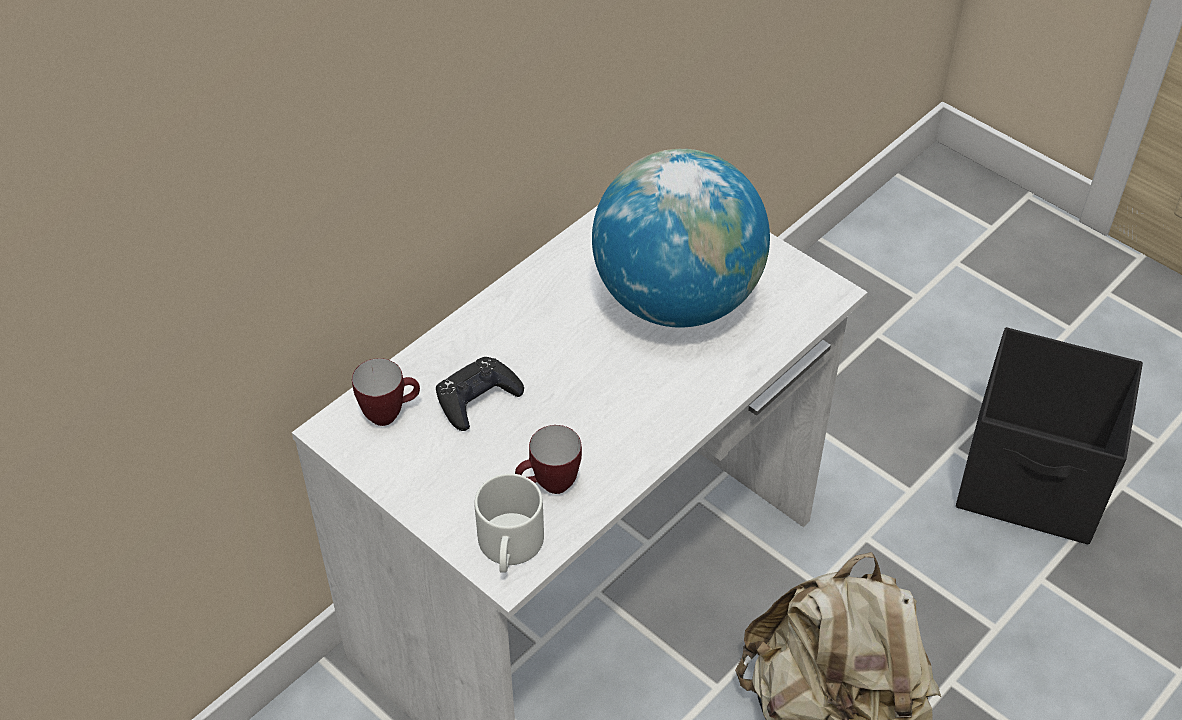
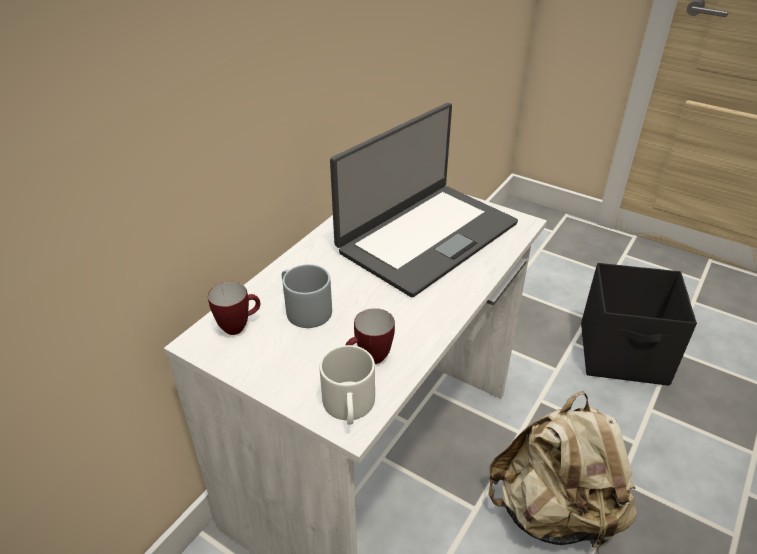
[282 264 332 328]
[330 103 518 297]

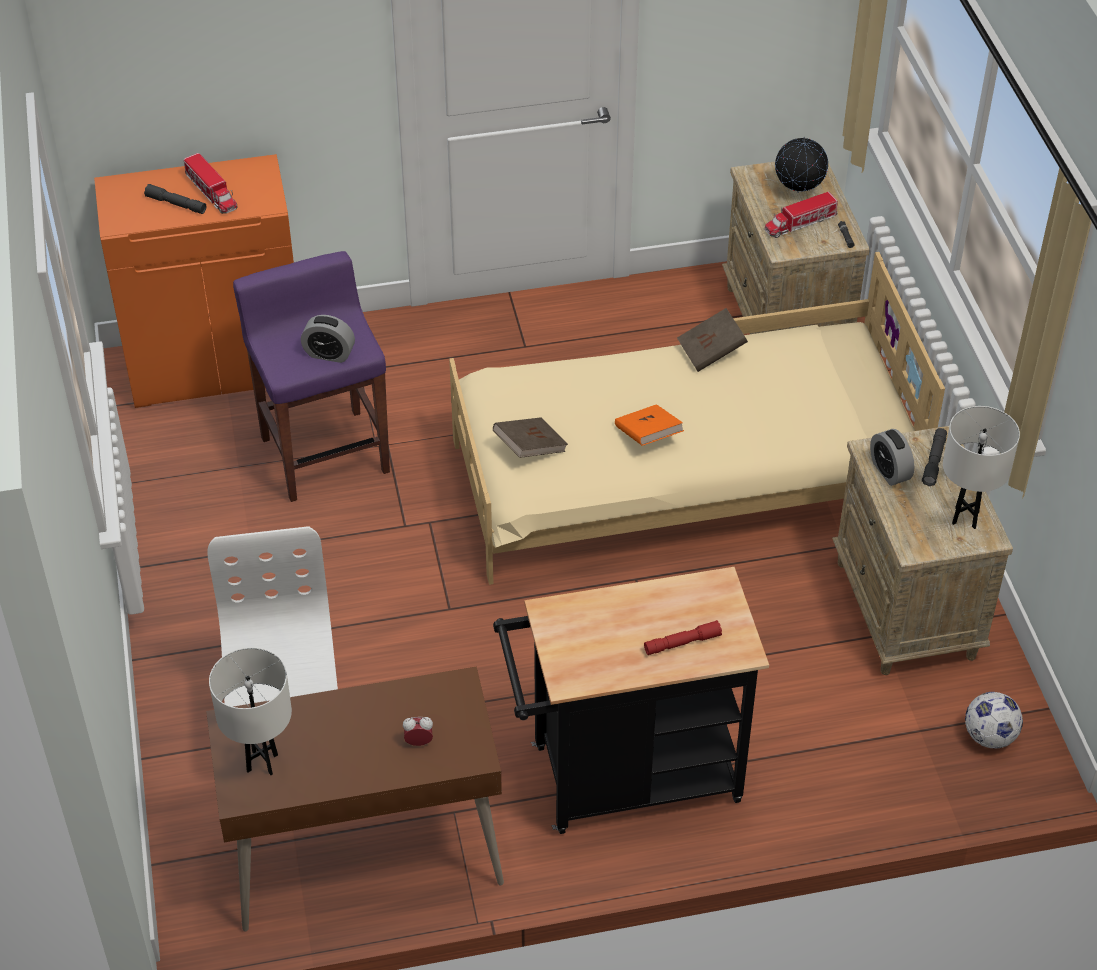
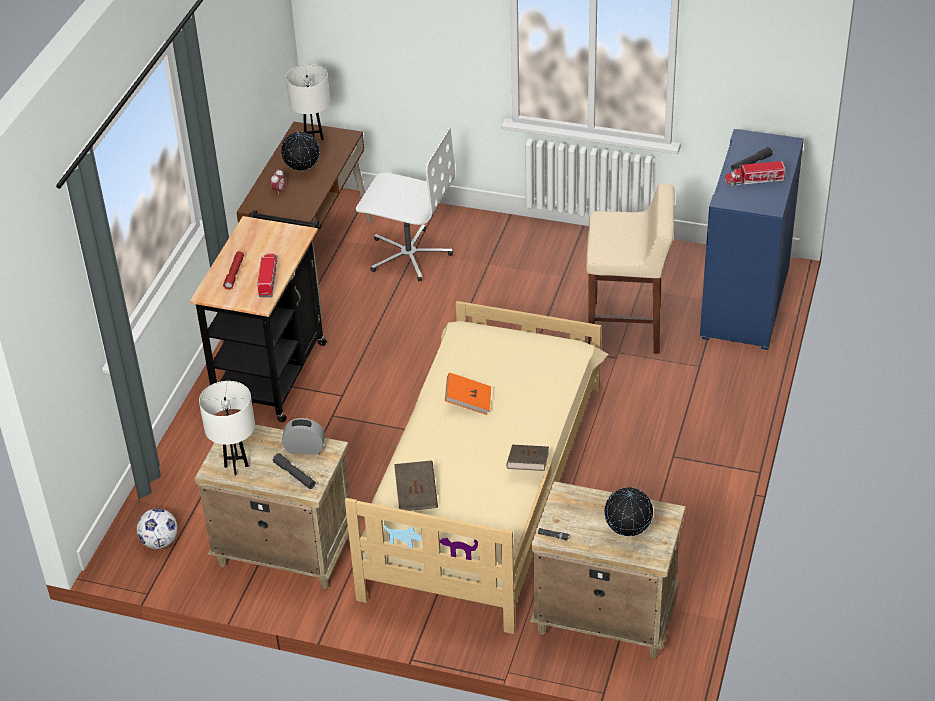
[301 315 355 363] (first image)
[281 131 320 171]
[394 461 438 511]
[257 254 277 298]
[700 129 804 350]
[586 183 675 354]

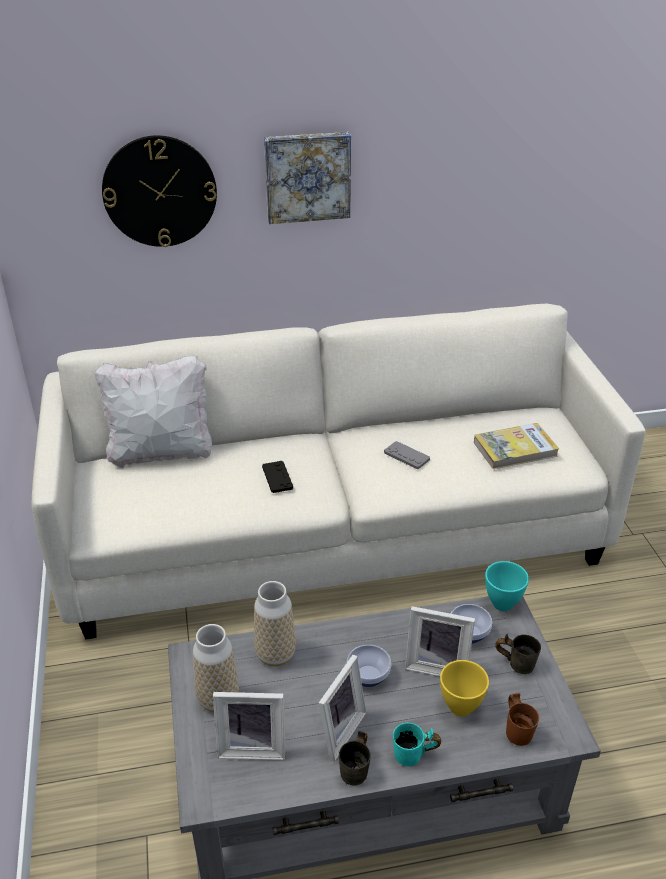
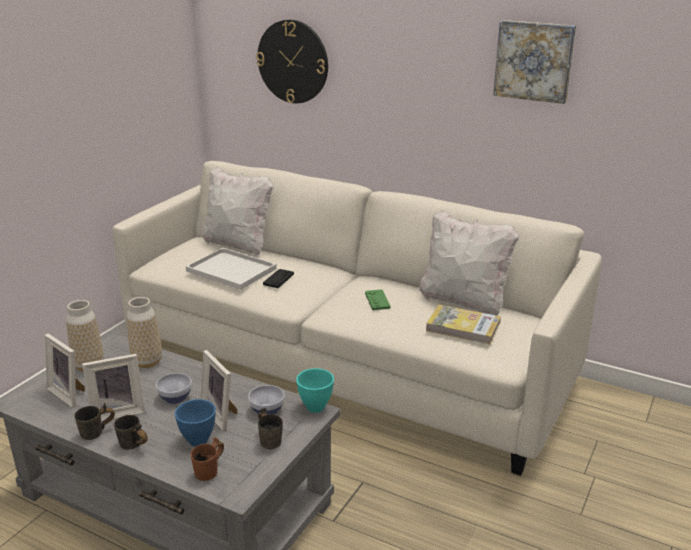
[186 248 277 290]
[419 210 519 316]
[493 20 576 104]
[365 289 390 310]
[114 415 148 450]
[175 399 216 447]

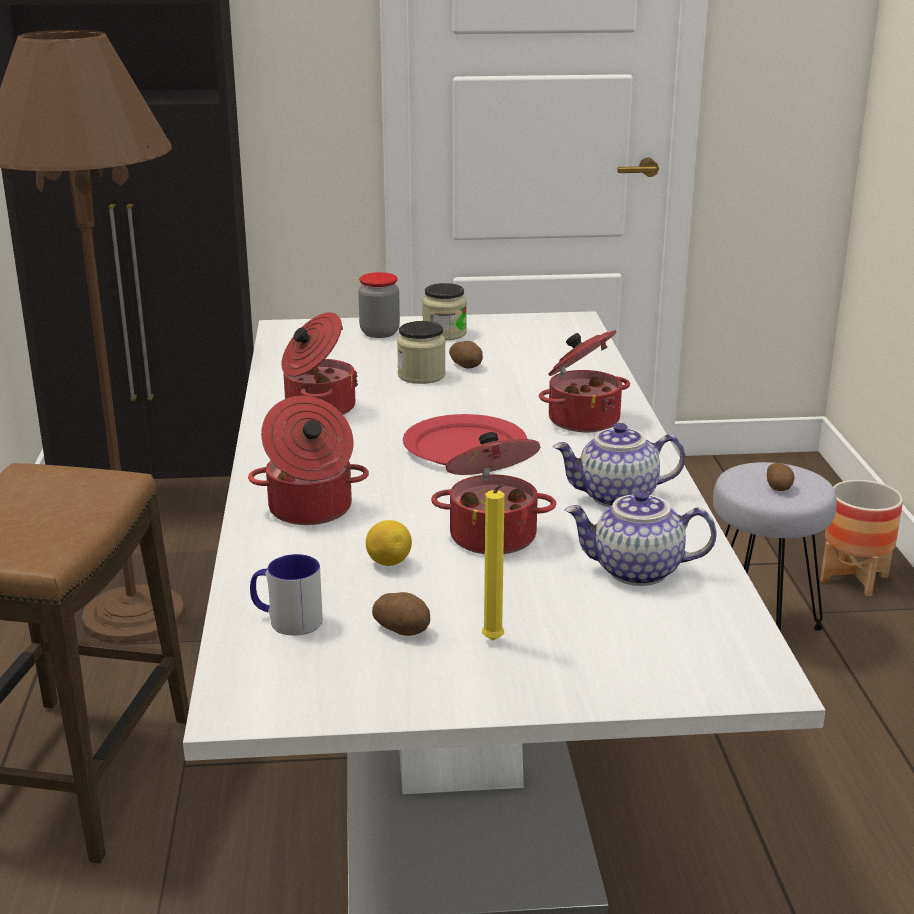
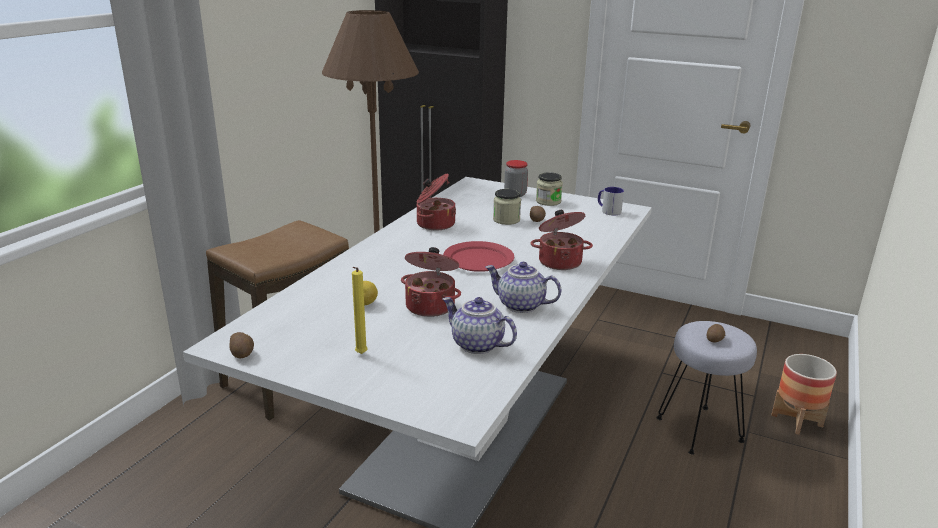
[248 396 369 525] (first image)
[598 187 624 216]
[229 332 254 358]

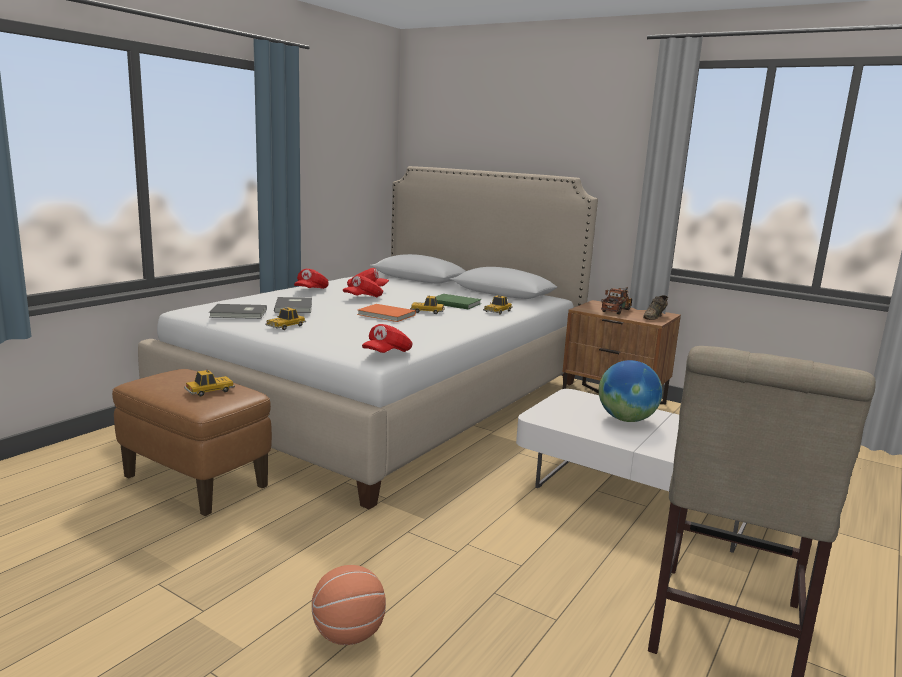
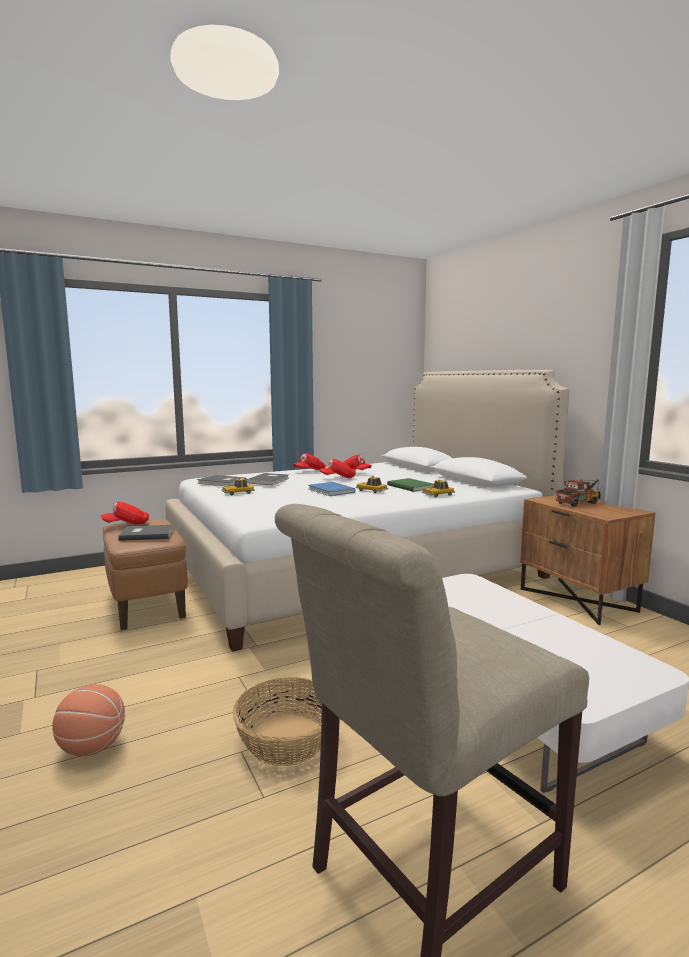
[599 360 662 422] (first image)
[643 295 668 320] (first image)
[233 677 322 766]
[101 502 149 525]
[118 525 174 541]
[309 482 356 496]

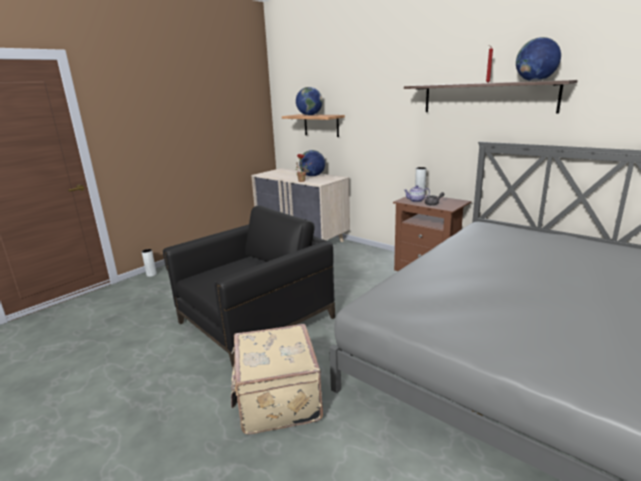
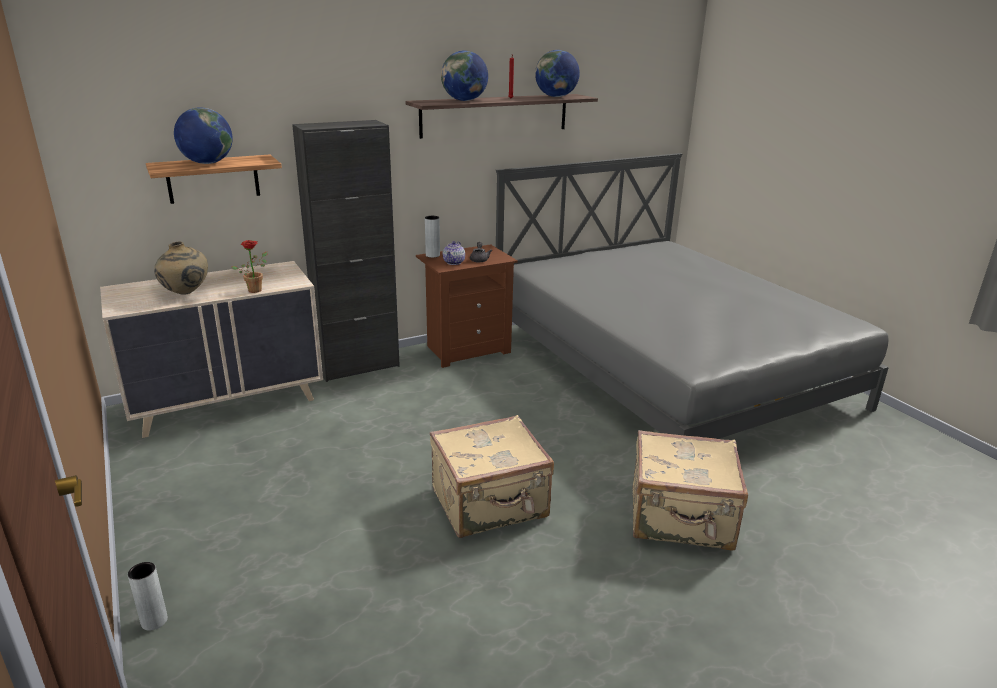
[154 241 208 295]
[292 120 400 382]
[441 51 488 101]
[430 415 554 538]

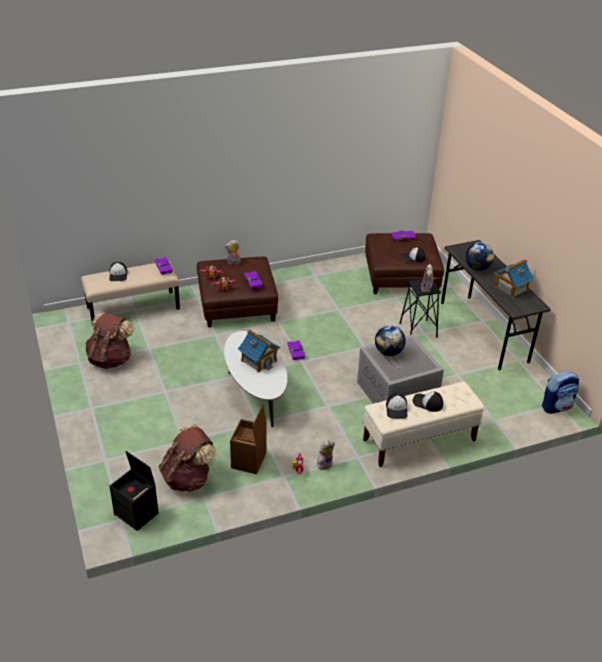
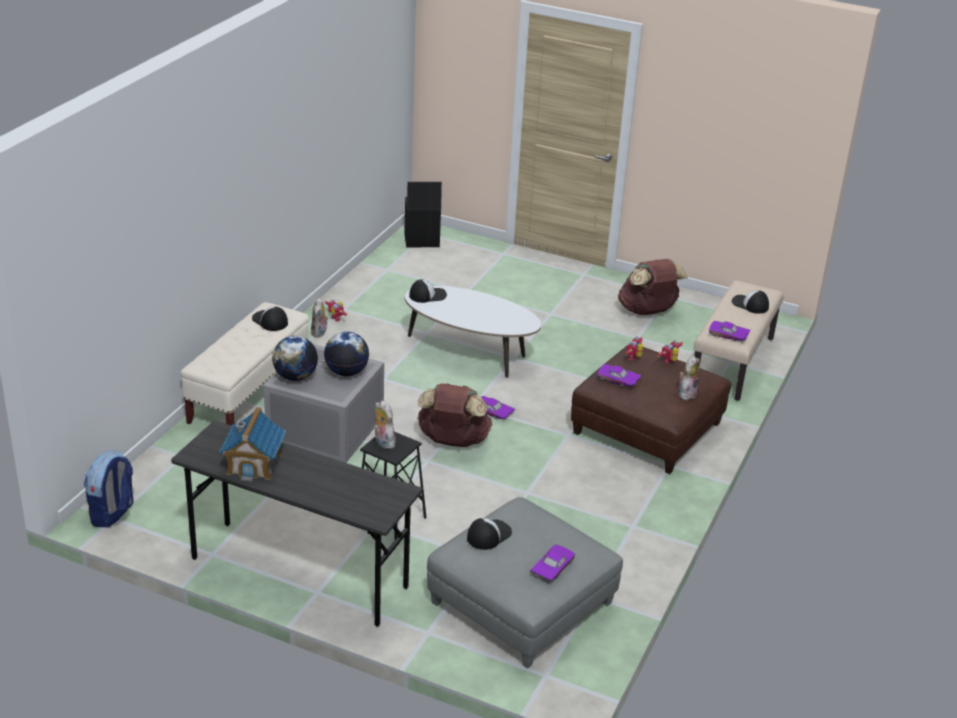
[230 405 267 474] (first image)
[238 330 280 373] (first image)
[417 383 492 447]
[409 279 447 303]
[272 336 318 381]
[427 497 623 669]

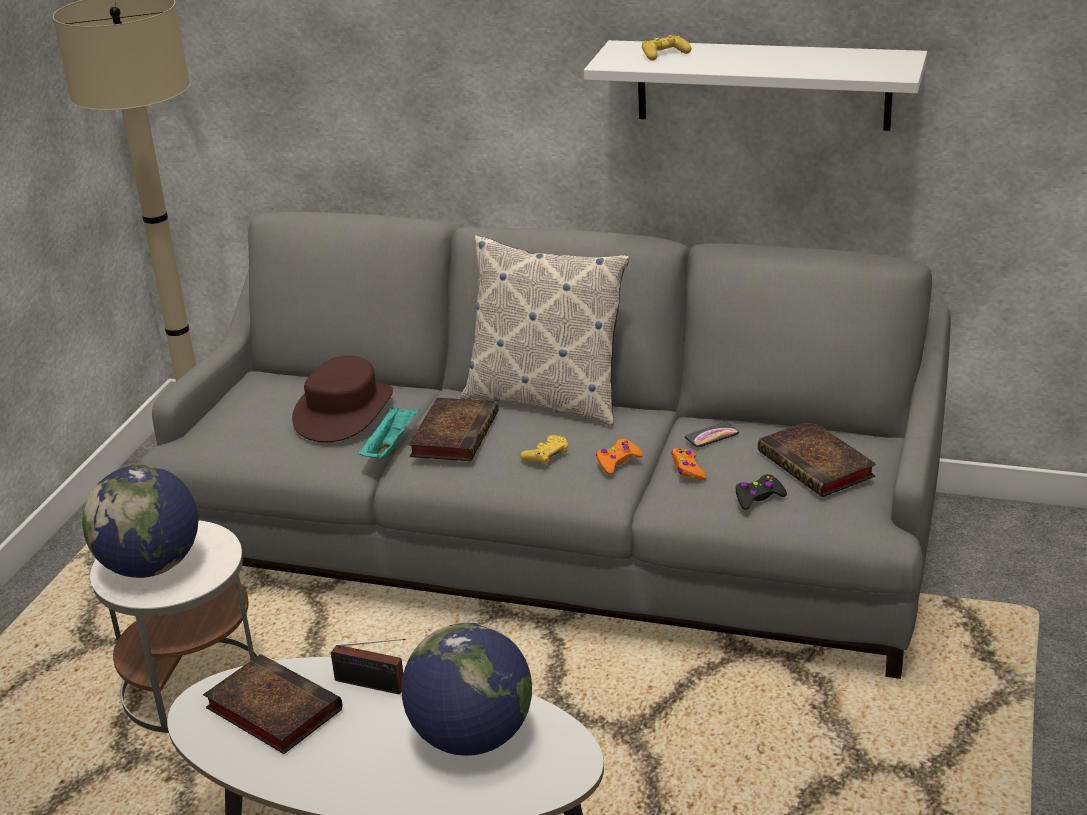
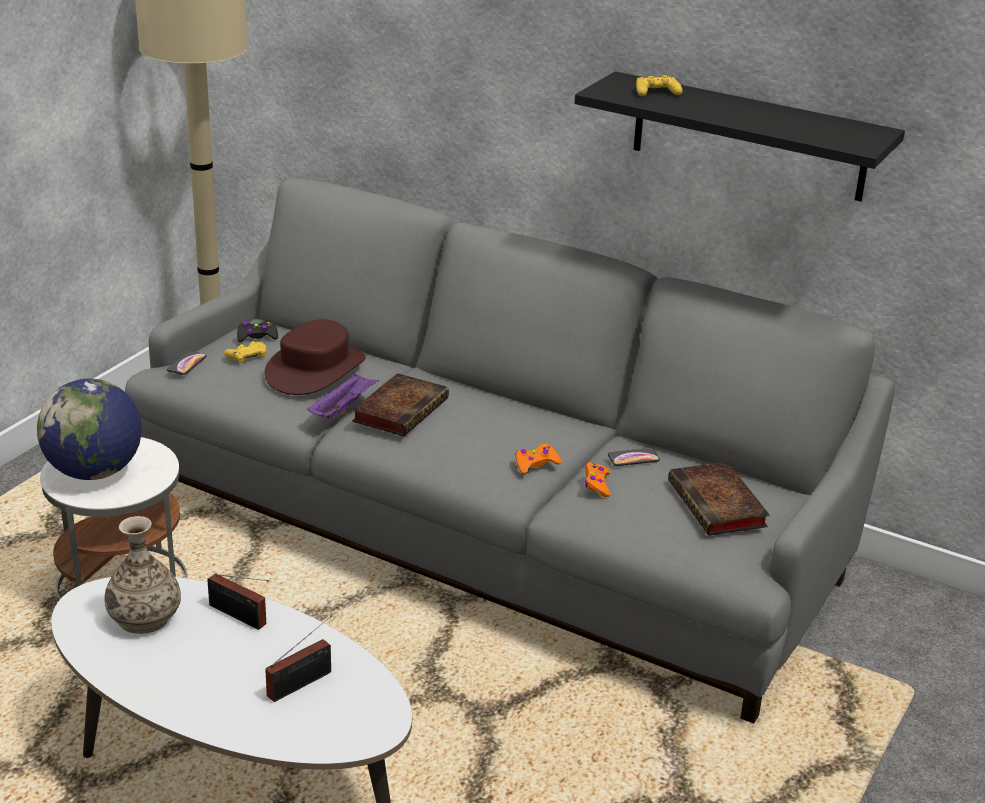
[461 235 630 426] (first image)
[167 351 207 375]
[224 341 267 364]
[237 321 278 342]
[104 516 181 634]
[265 615 332 702]
[307 373 379 419]
[575 71 905 201]

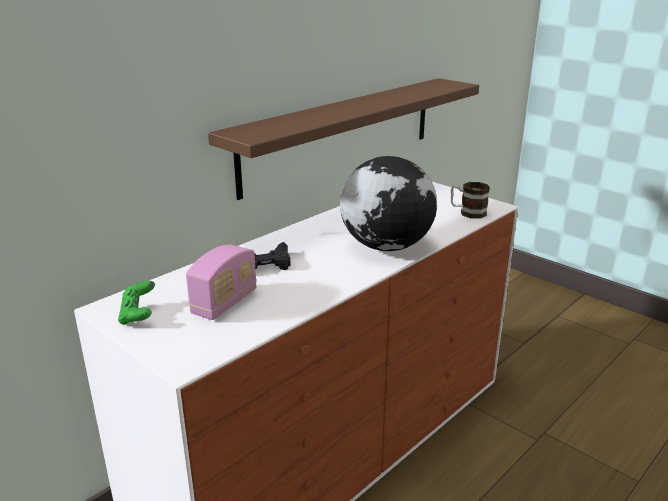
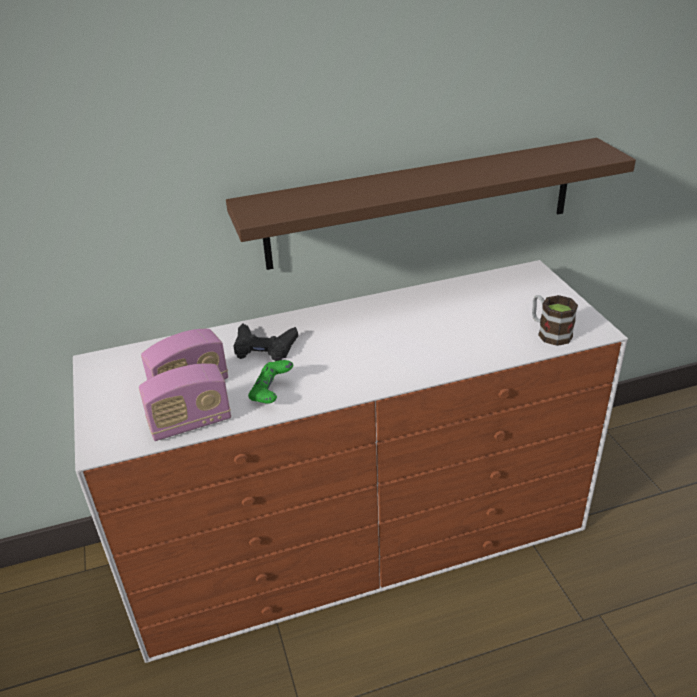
[340 156 437 251] (first image)
[139 363 231 441]
[248 360 293 403]

